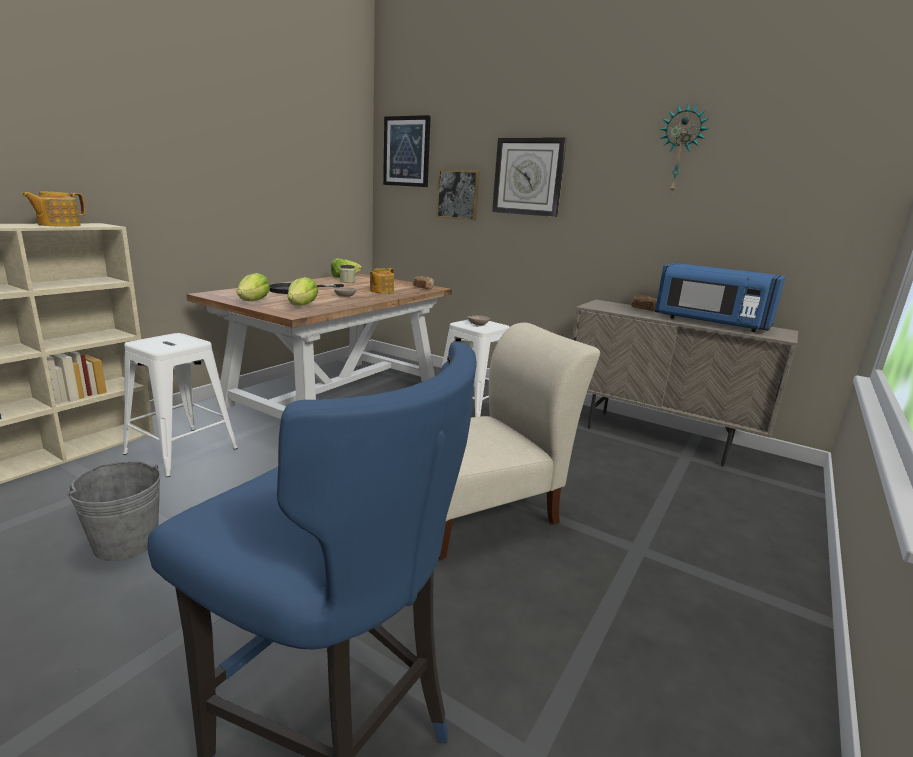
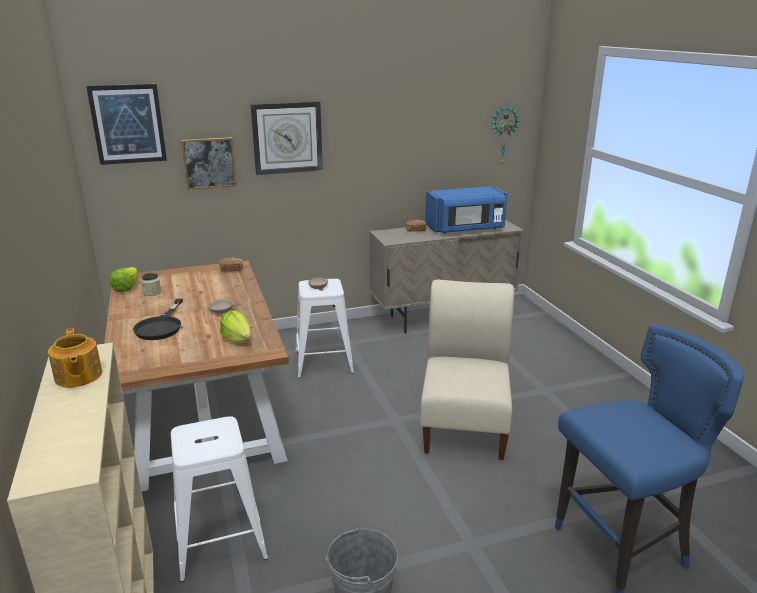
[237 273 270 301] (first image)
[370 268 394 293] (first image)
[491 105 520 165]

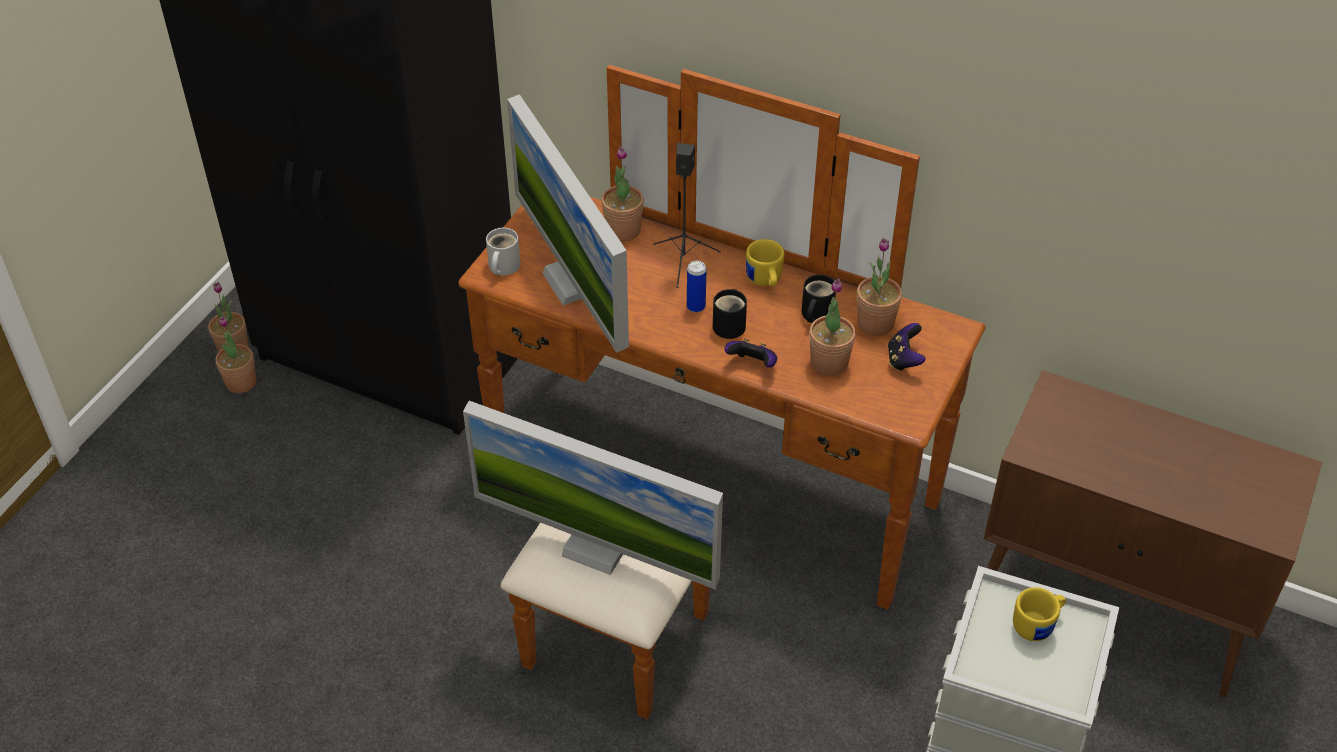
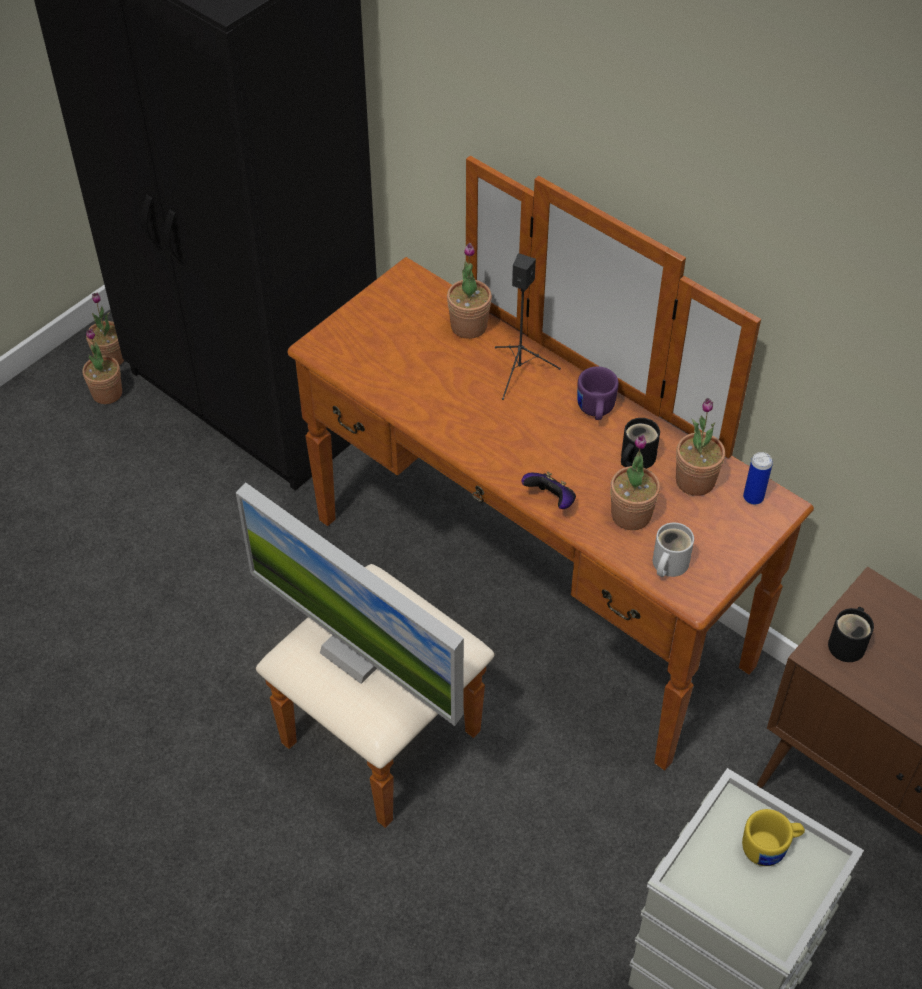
[507 94 629 353] (first image)
[887 323 926 371] (first image)
[653 523 694 577]
[743 452 773 505]
[828 607 874 662]
[577 367 619 420]

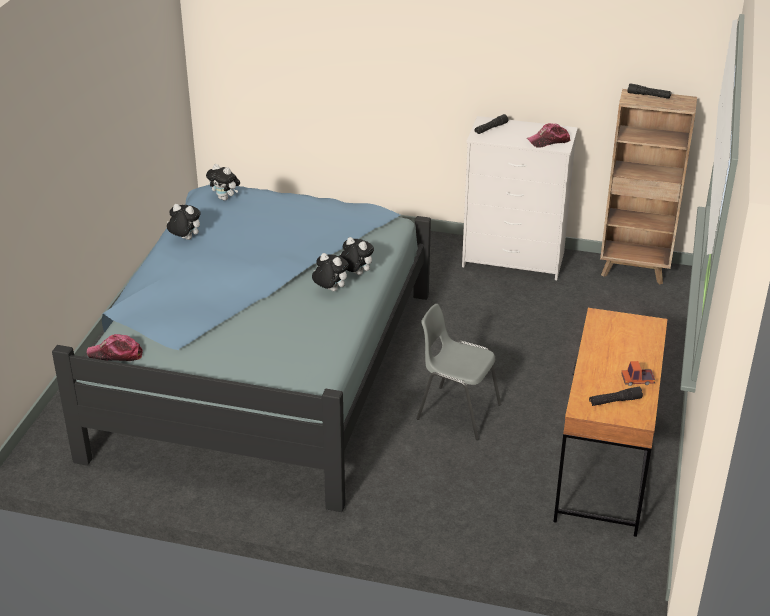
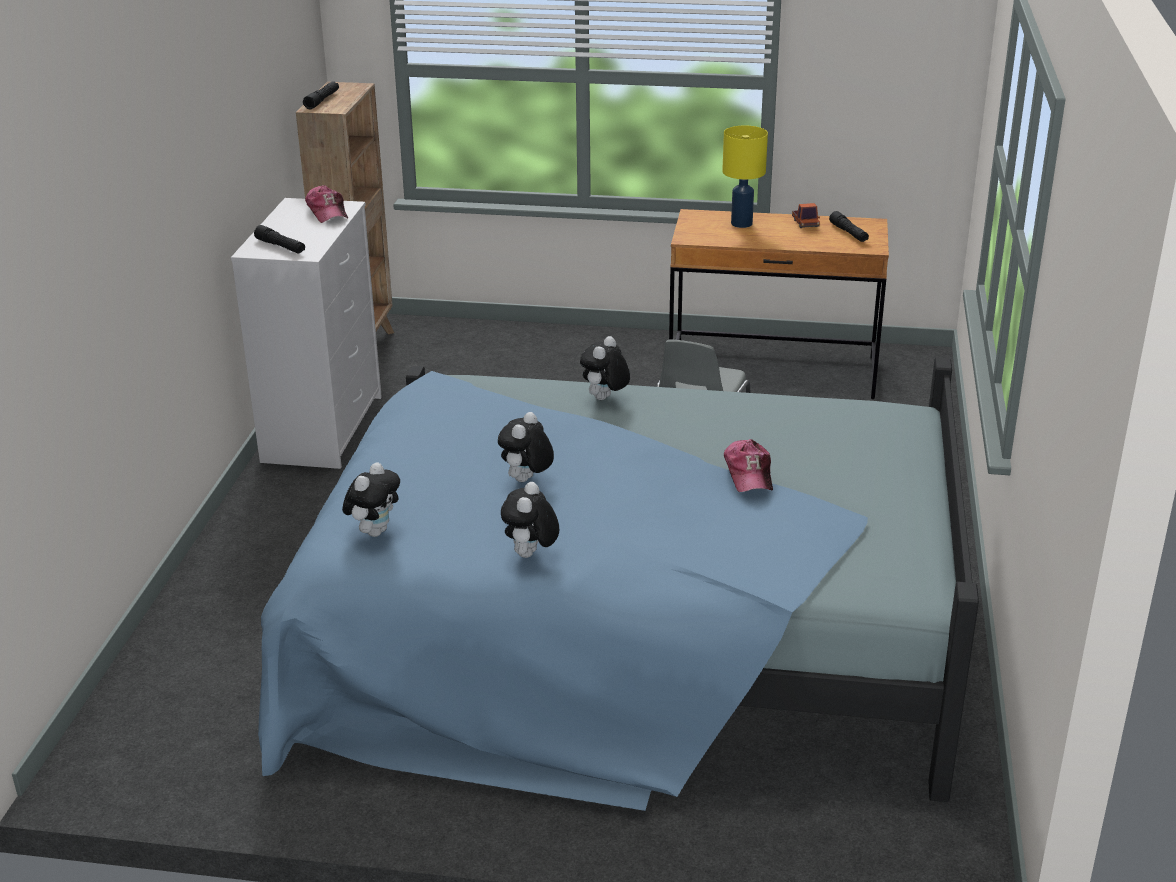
[722 126 768 228]
[724 439 773 492]
[498 412 554 482]

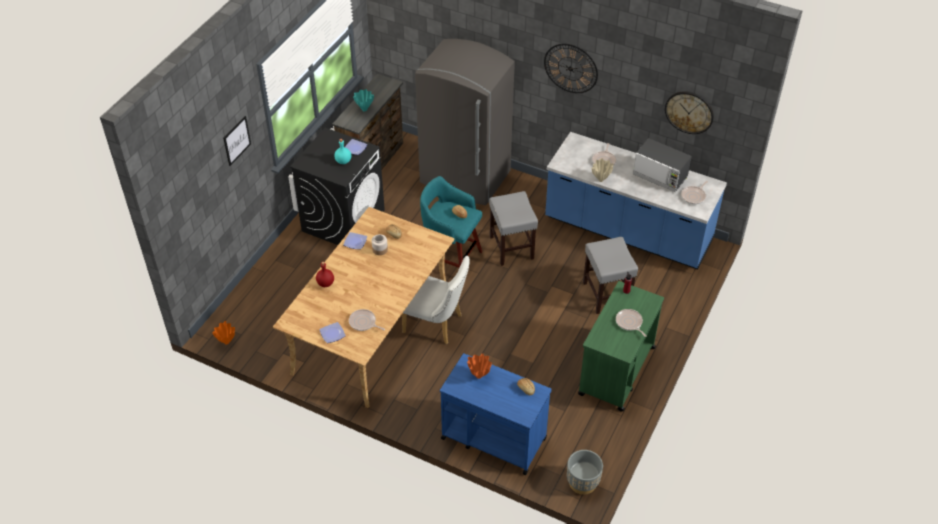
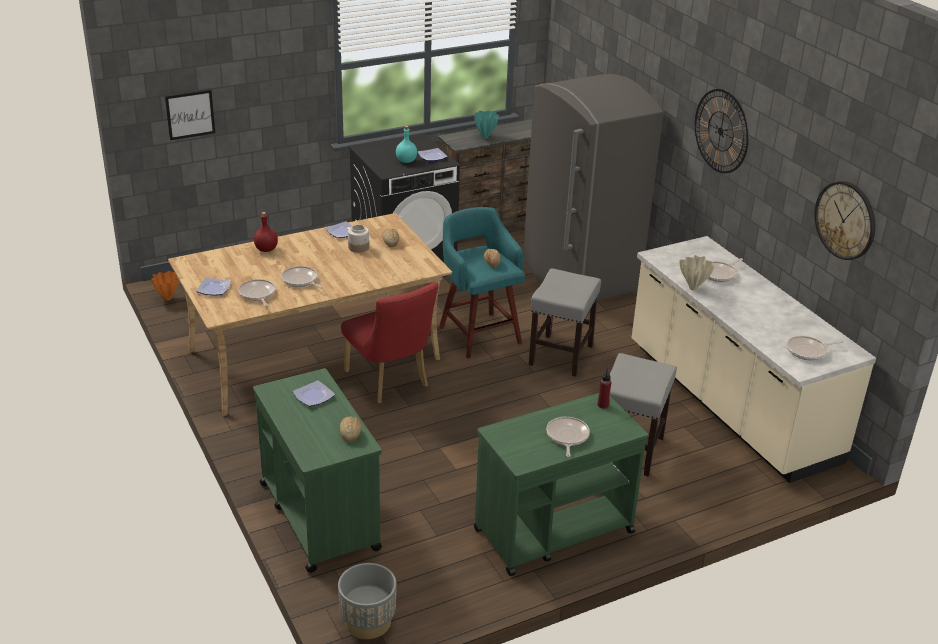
[633 138 692 192] (first image)
[281 266 323 289]
[165 90 215 140]
[292 380 335 407]
[341 282 438 403]
[253 368 382 573]
[632 236 876 483]

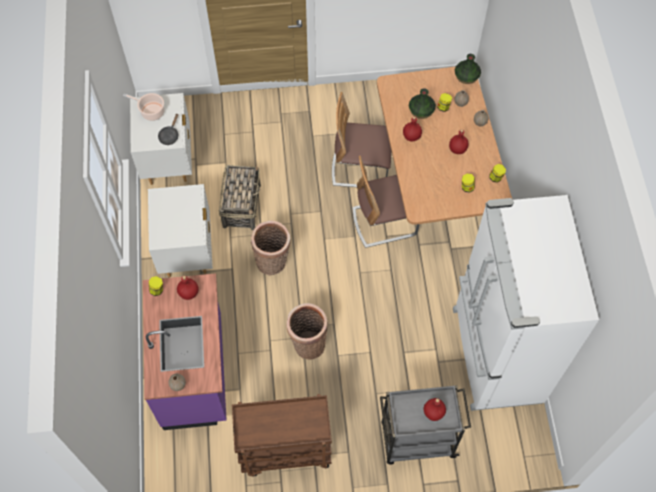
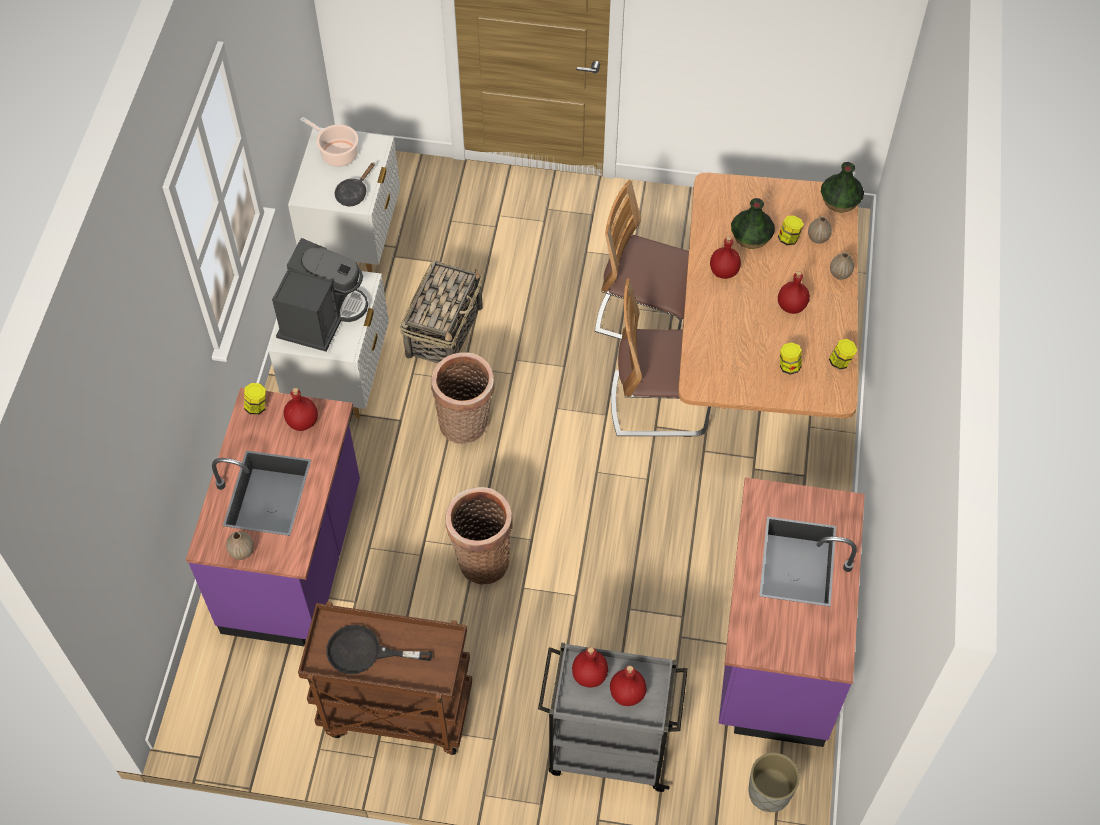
[272 238 368 352]
[326 625 432 674]
[572 647 608 687]
[748 753 800 812]
[719 477 865 747]

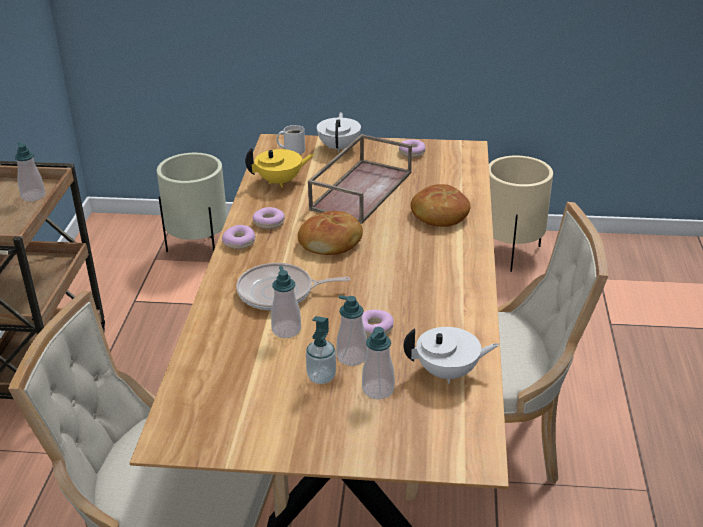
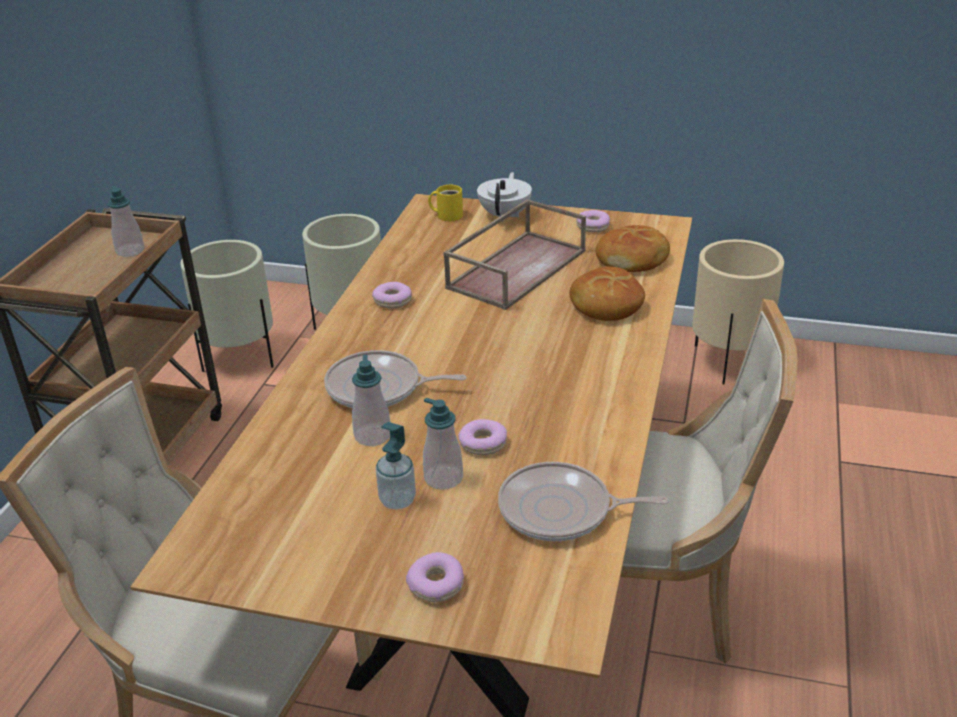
[245 148 314 188] (first image)
[362 327 395 399] (first image)
[180 240 274 372]
[406 552 464 602]
[595 225 670 272]
[498 462 669 541]
[428 185 463 221]

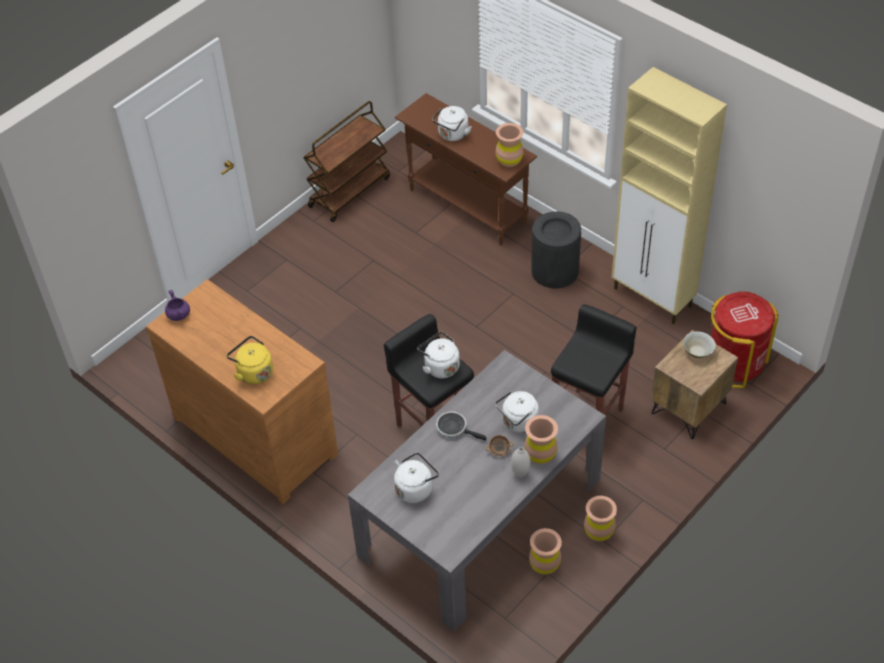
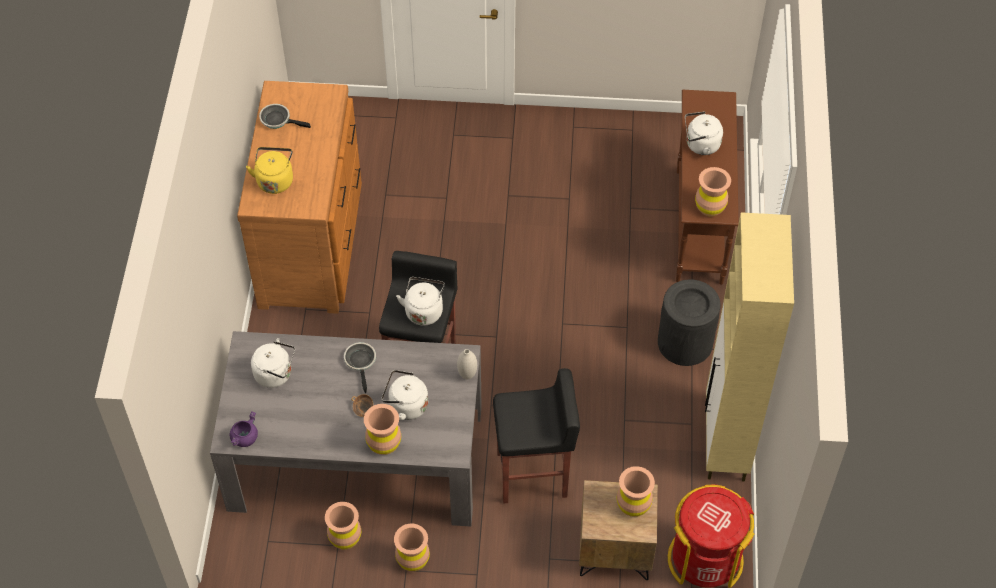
[303 101 390 222] (first image)
[259 104 311 129]
[229 411 258 447]
[457 349 477 379]
[617 466 655 517]

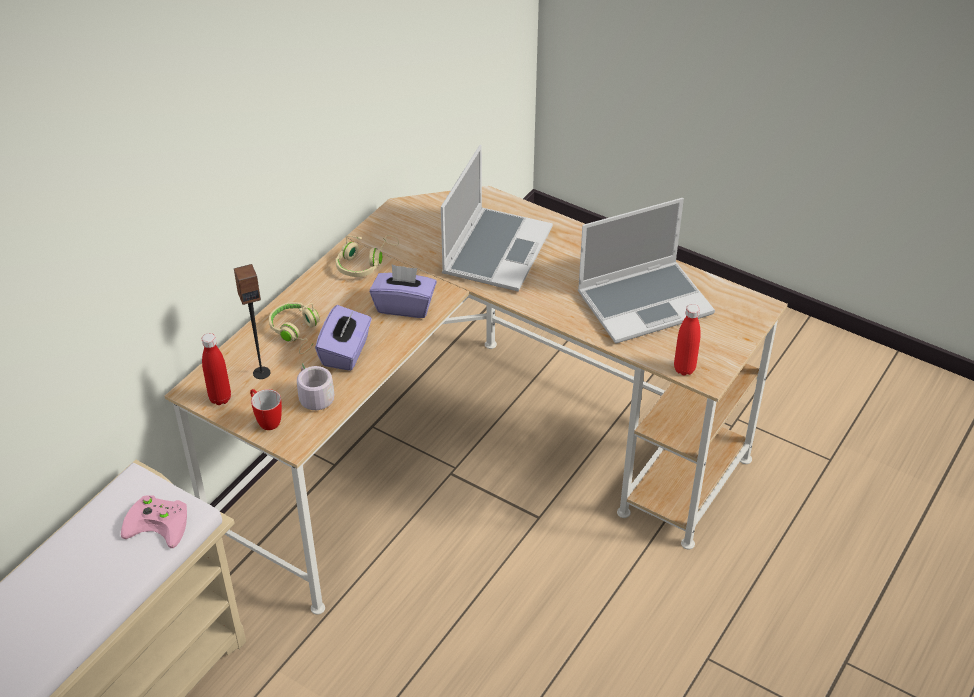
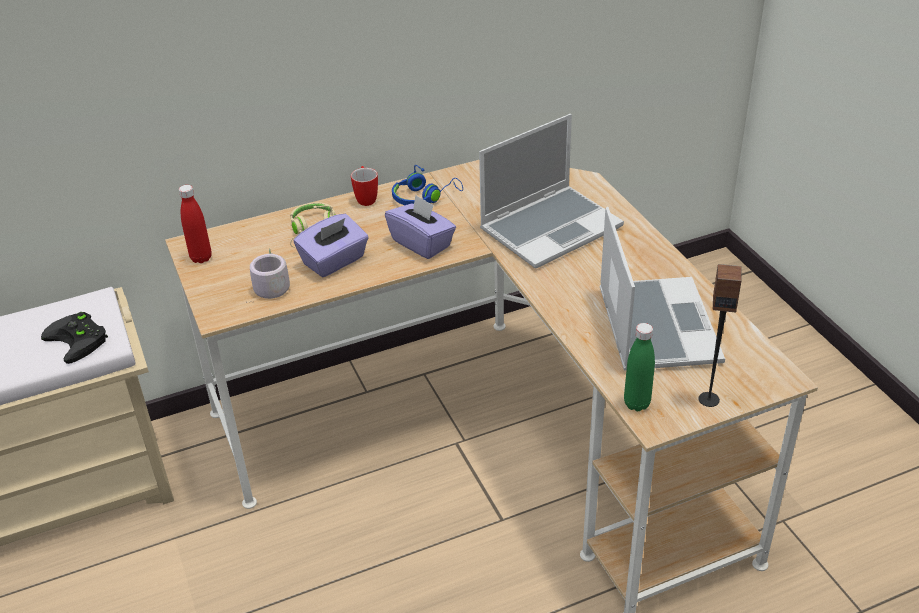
[698 264 742 407]
[351 166 378 206]
[41 312 108 364]
[392 165 463 205]
[624 323 655 411]
[600 207 725 371]

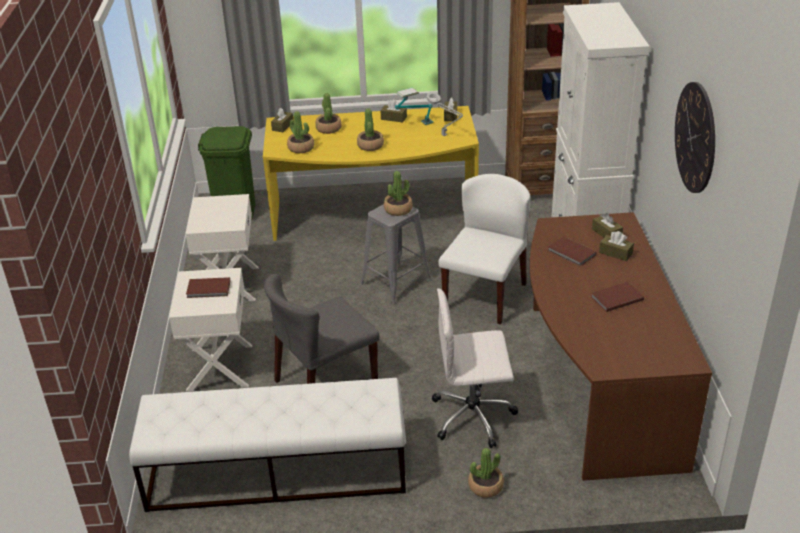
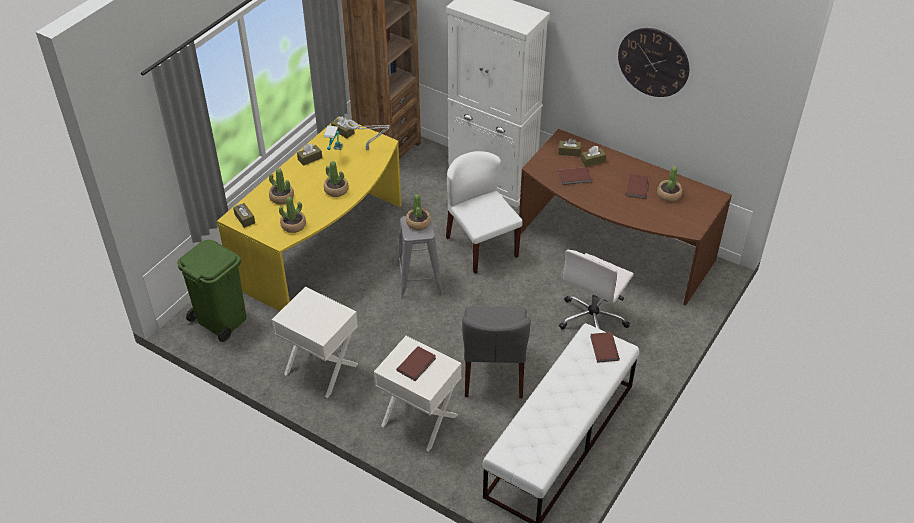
[590 332 620 363]
[657 166 682 202]

